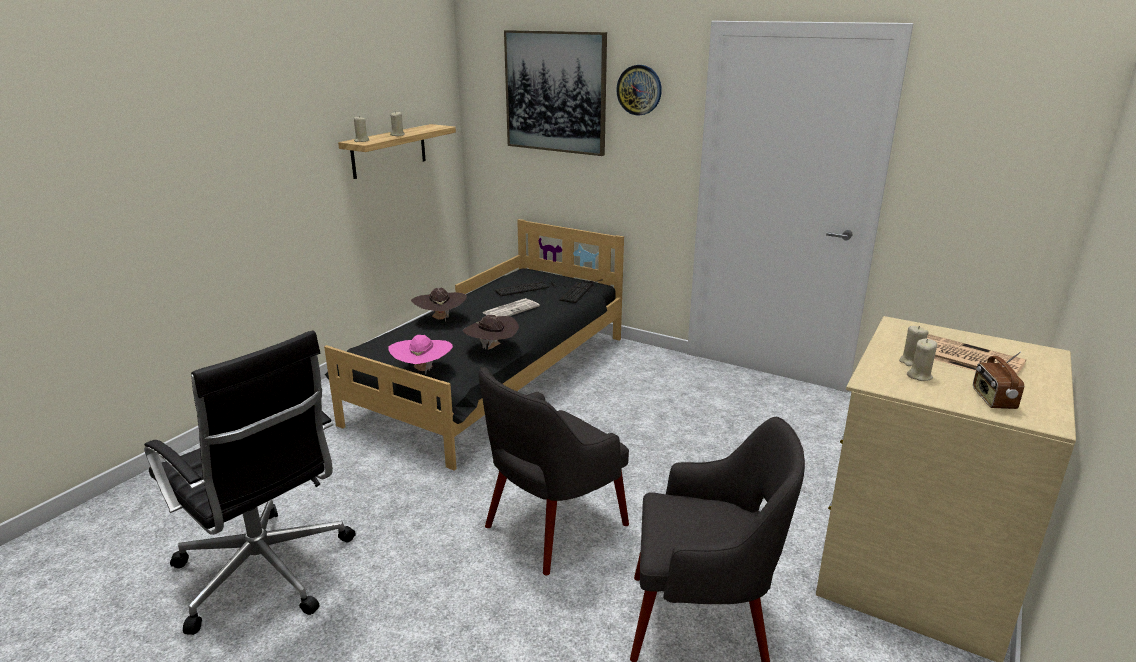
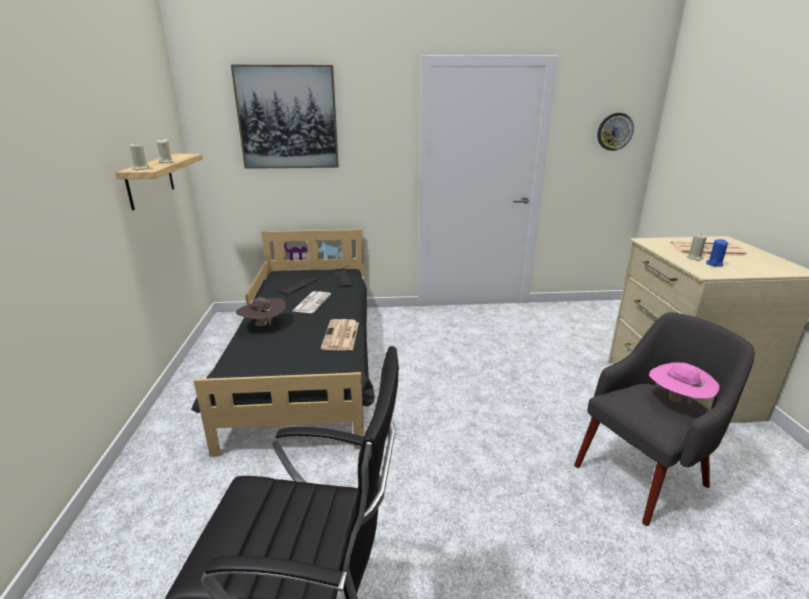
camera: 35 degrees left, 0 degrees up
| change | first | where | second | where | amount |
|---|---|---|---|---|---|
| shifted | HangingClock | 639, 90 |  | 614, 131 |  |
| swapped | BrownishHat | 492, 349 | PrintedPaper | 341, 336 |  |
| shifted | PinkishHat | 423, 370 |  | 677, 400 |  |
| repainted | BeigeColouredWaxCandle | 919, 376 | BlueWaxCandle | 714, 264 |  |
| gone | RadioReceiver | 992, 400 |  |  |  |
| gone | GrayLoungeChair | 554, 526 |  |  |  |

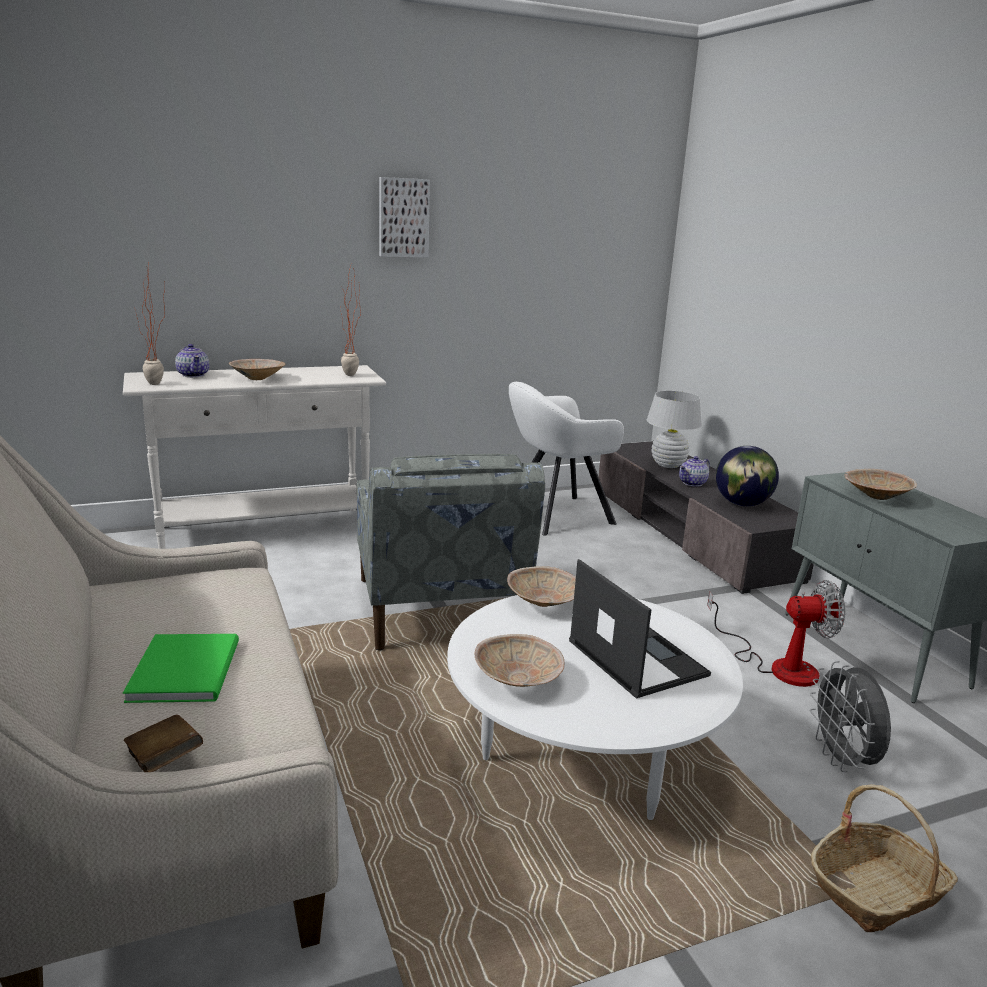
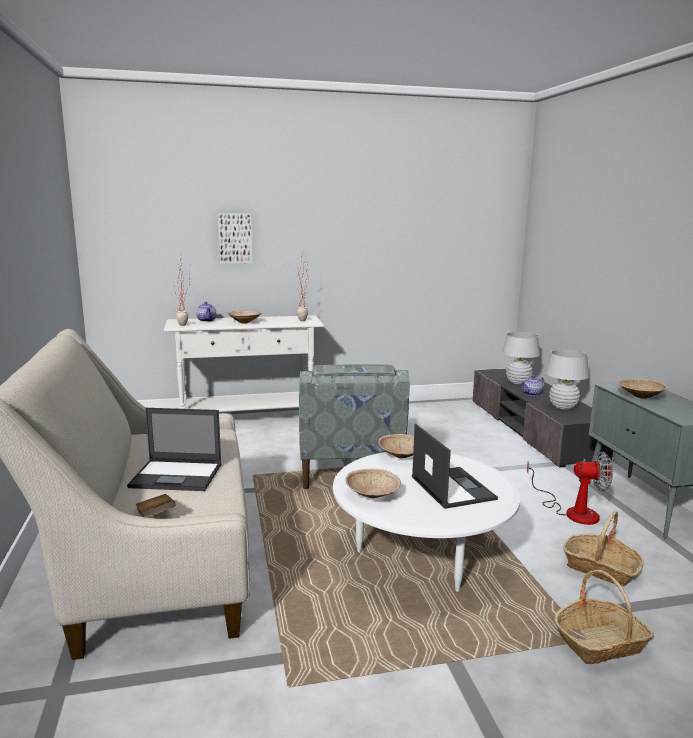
camera: 10 degrees right, 5 degrees down
| change | first | where | second | where | amount |
|---|---|---|---|---|---|
| shifted | Picture | 403, 217 |  | 235, 238 |  |
| gone | WhitishLoungeChair | 554, 515 |  |  |  |
| swapped | WorldGlobe | 742, 504 | WhitishLampForATable | 563, 407 |  |
| swapped | GreenishBook | 189, 669 | NotebookComputer | 178, 475 |  |
| swapped | GrayElectricFan | 842, 760 | HouseholdBasket | 600, 568 |  |

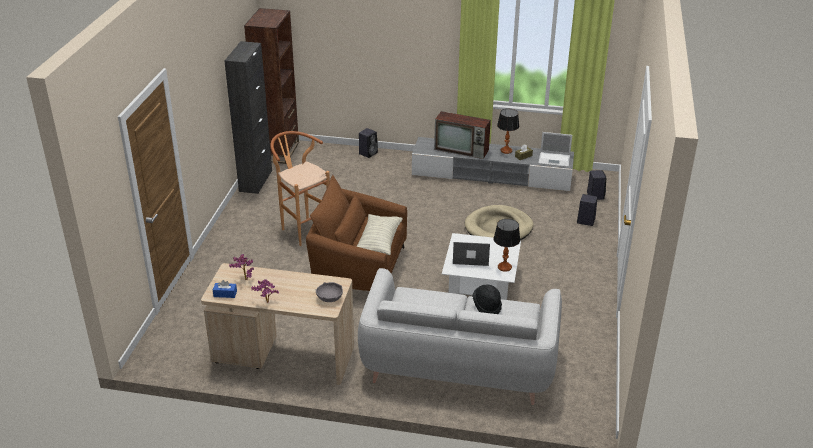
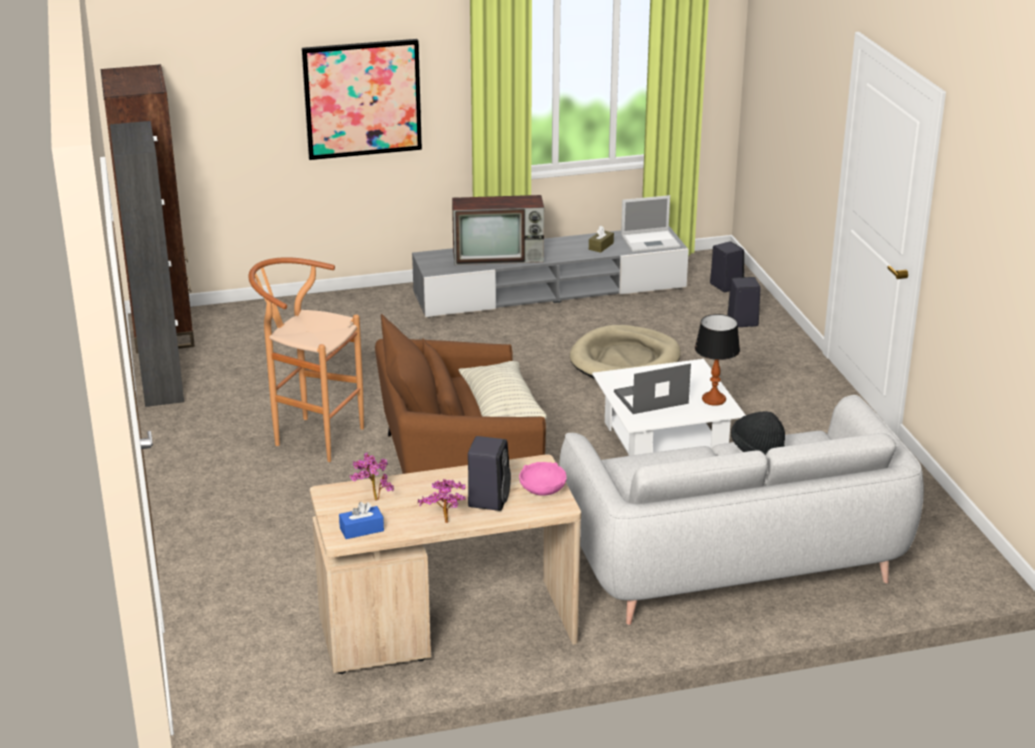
camera: 25 degrees left, 5 degrees down
| change | first | where | second | where | amount |
|---|---|---|---|---|---|
| gone | LampForATable | 506, 150 |  |  |  |
| shifted | BlackishAudioSpeaker | 368, 153 |  | 488, 498 |  |
| repainted | GrayDeepDish | 330, 298 | PinkishDeepDish | 543, 489 |  |
| new |  |  | Picture | 362, 98 |  |

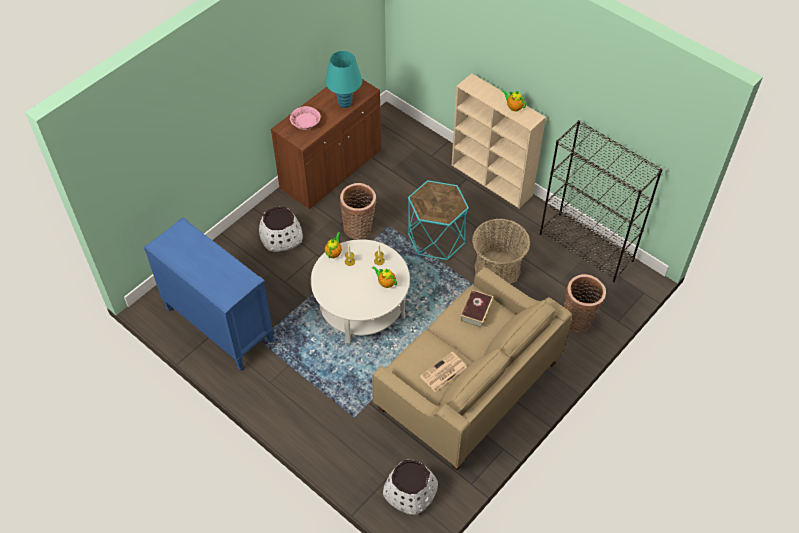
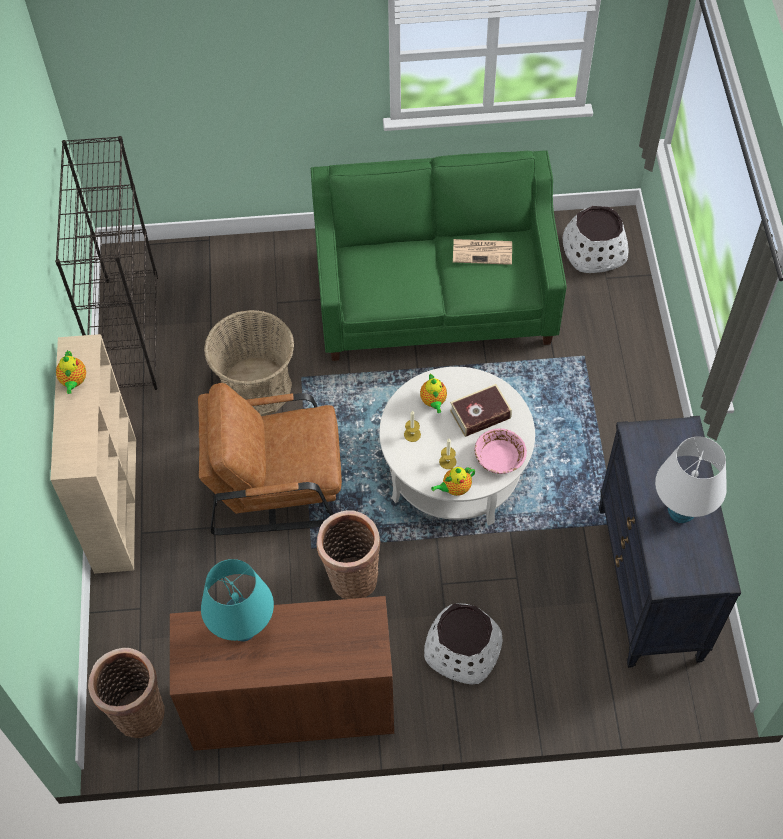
camera: 135 degrees left, 5 degrees up
| change | first | where | second | where | amount |
|---|---|---|---|---|---|
| shifted | PinkishDeepDish | 305, 122 |  | 499, 457 |  |
| swapped | TurquoiseSideTable | 436, 238 | BrownishLoungeChair | 276, 482 |  |
| repainted | BlueDrawerChest | 219, 325 | BlackishDrawerChest | 649, 583 |  |
| repainted | BeigeColouredSofa | 467, 386 | GreenishSofa | 434, 297 |  |
| shifted | HouseholdBasket | 578, 320 |  | 137, 711 |  |
| shifted | Book | 476, 311 |  | 480, 414 |  |
| new |  |  | WhitishLampForATable | 680, 513 |  |

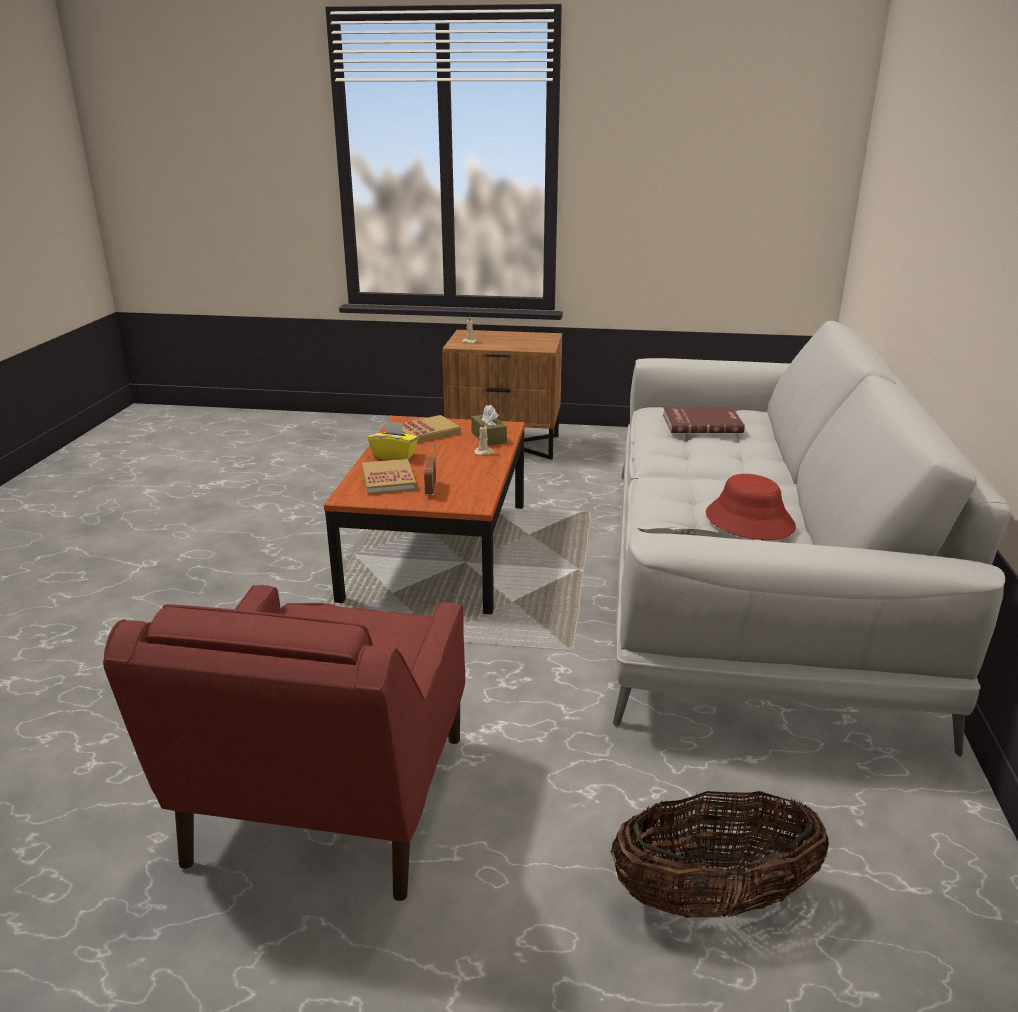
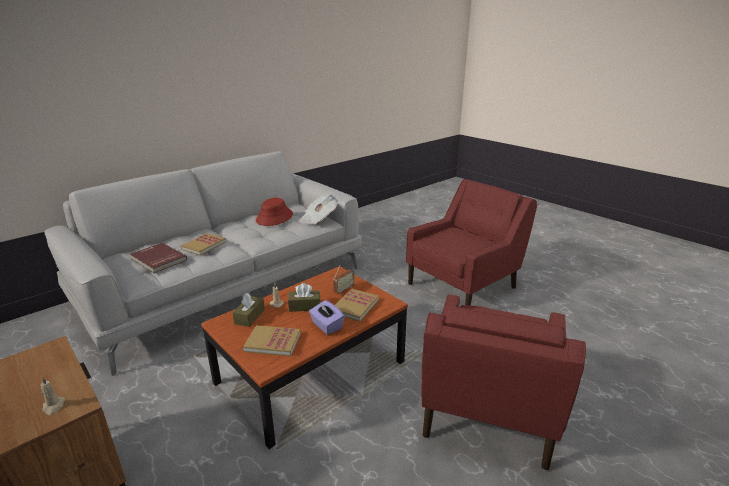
camera: 140 degrees left, 0 degrees up
| change | first | where | second | where | amount |
|---|---|---|---|---|---|
| repainted | YellowBoxOfTissues | 394, 456 | PurplishBoxOfTissues | 326, 326 |  |
| gone | HouseholdBasket | 713, 899 |  |  |  |
| new |  |  | Book | 203, 245 |  |
| new |  |  | BrownishBoxOfTissues | 304, 306 |  |
| new |  |  | RedColouredLoungeChair | 487, 411 |  |

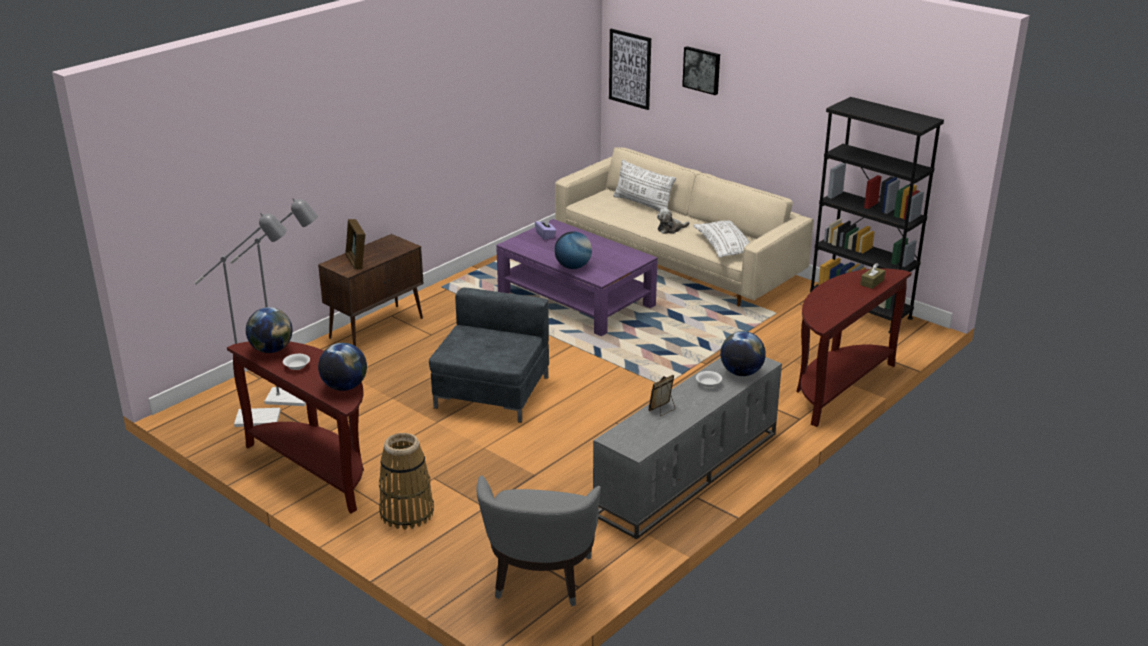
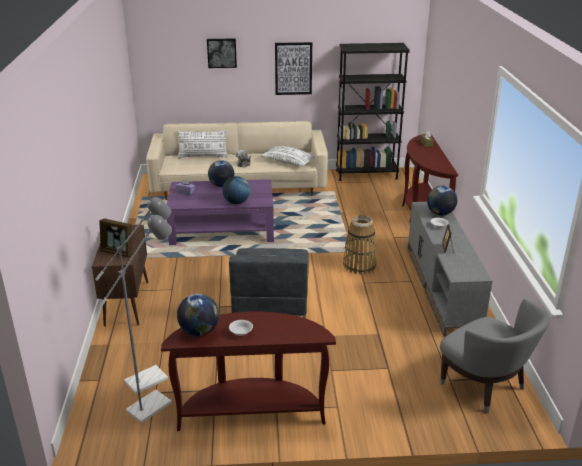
camera: 45 degrees left, 0 degrees up
| change | first | where | second | where | amount |
|---|---|---|---|---|---|
| shifted | Picture | 630, 69 |  | 293, 68 |  |
| rotated | GrayLoungeChair | 491, 393 |  | 271, 303 | 150 degrees counterclockwise |
| shifted | WorldGlobe | 344, 387 |  | 221, 185 |  |
| shifted | HouseholdBasket | 406, 513 |  | 359, 266 |  |

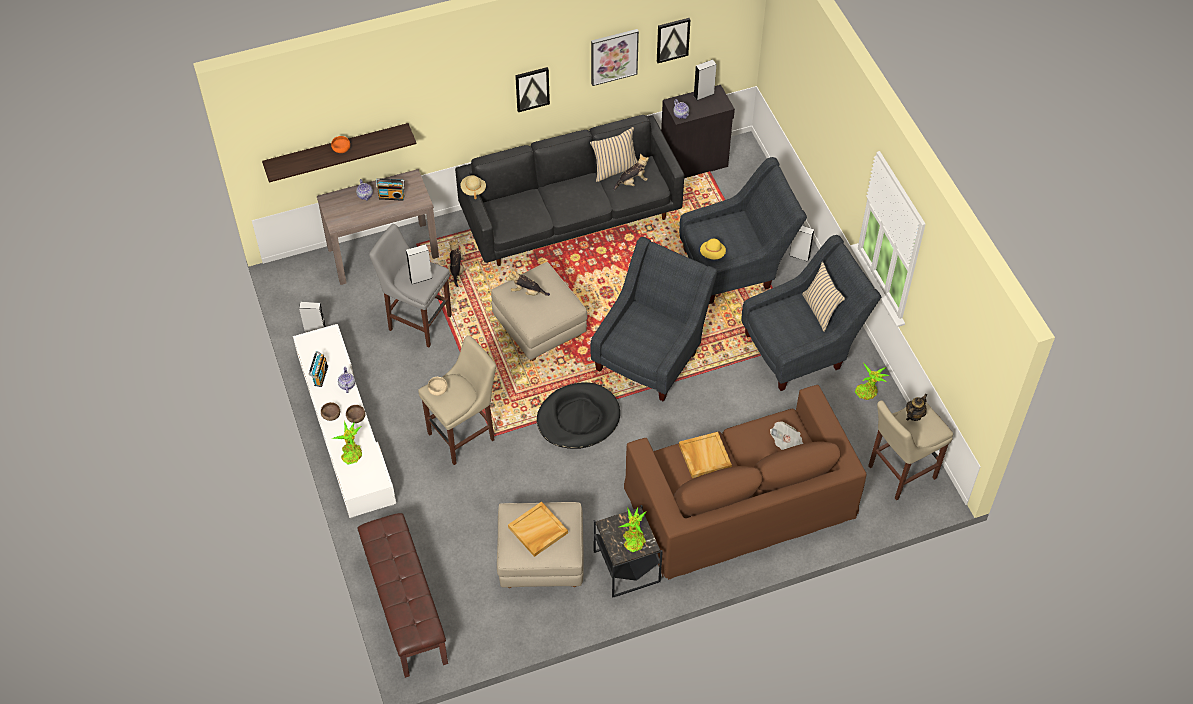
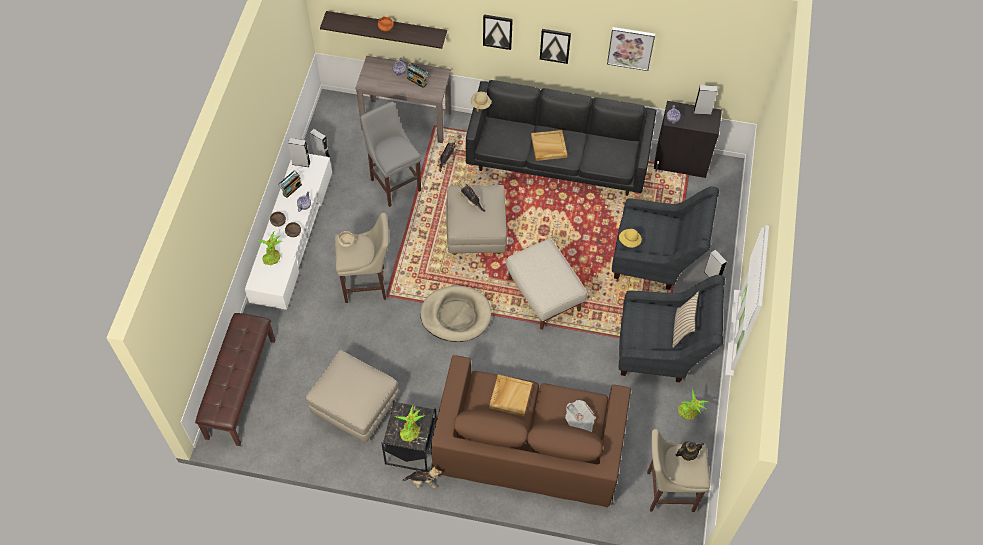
camera: 30 degrees right, 5 degrees up
| change | first | where | second | where | amount |
|---|---|---|---|---|---|
| shifted | Picture | 672, 39 |  | 497, 31 |  |
| gone | BeigeColouredCushion | 614, 169 |  |  |  |
| shifted | PlushToy | 632, 182 |  | 423, 481 |  |
| swapped | GrayLoungeChair | 651, 354 | BeigeColouredOttoman | 544, 294 |  |
| shifted | GrayAudioSpeaker | 420, 278 |  | 301, 163 |  |
| repainted | BlackishDogCushion | 578, 418 | BeigeColouredDogCushion | 456, 315 |  |
| shifted | BeigeColouredCarryingTray | 538, 530 |  | 548, 146 |  |

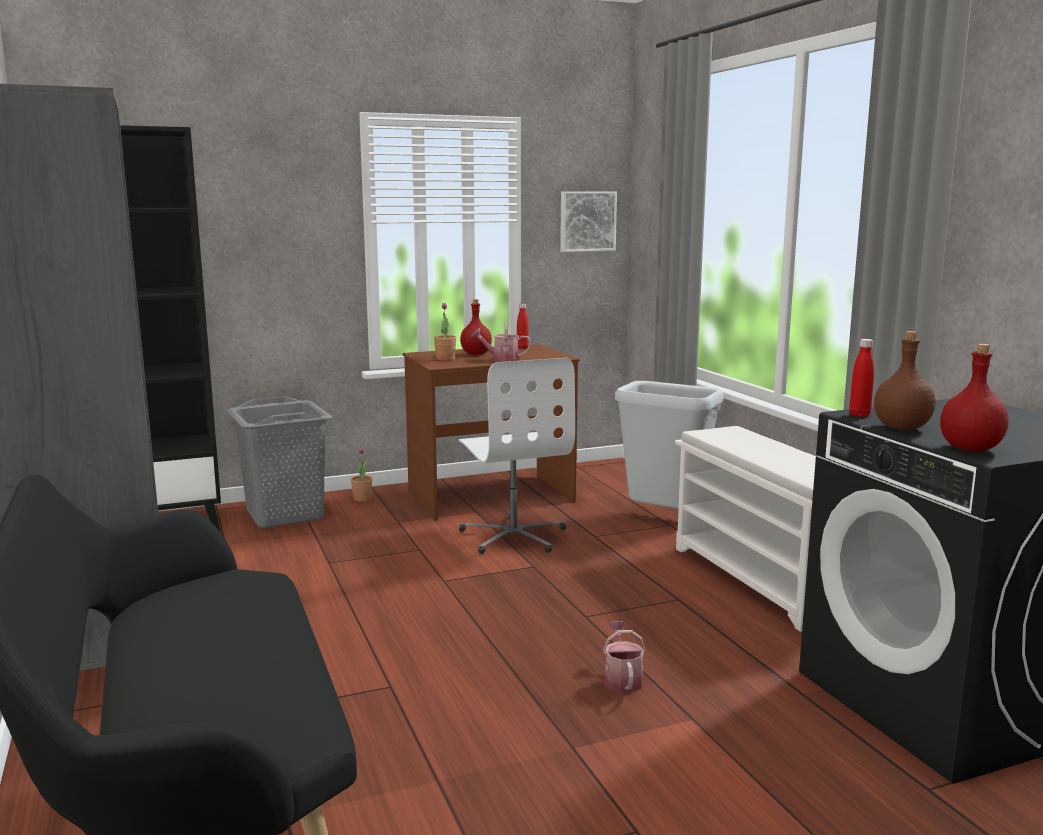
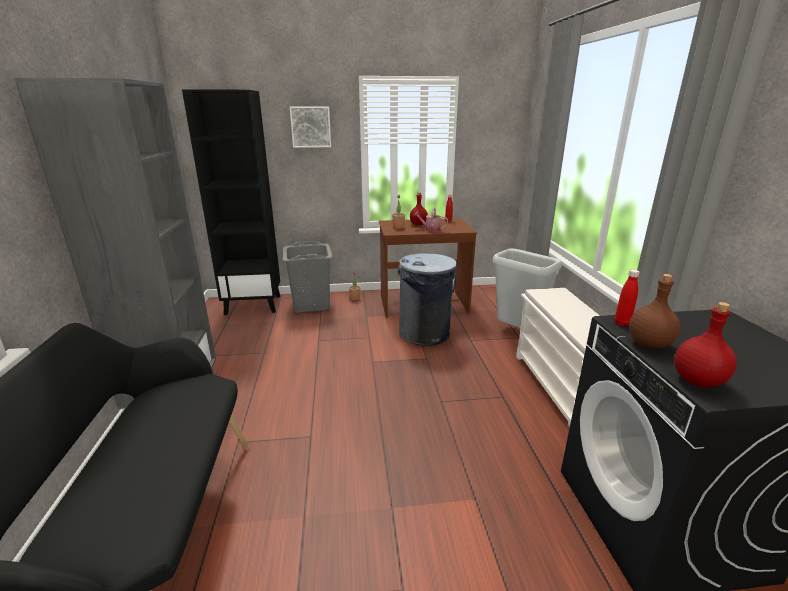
camera: 15 degrees right, 10 degrees up
| change | first | where | second | where | amount |
|---|---|---|---|---|---|
| shifted | Picture | 587, 221 |  | 311, 127 |  |
| swapped | WhitishDeskChair | 514, 536 | GrayTrashCan | 424, 334 |  |
| gone | SprinklingCan | 622, 679 |  |  |  |

